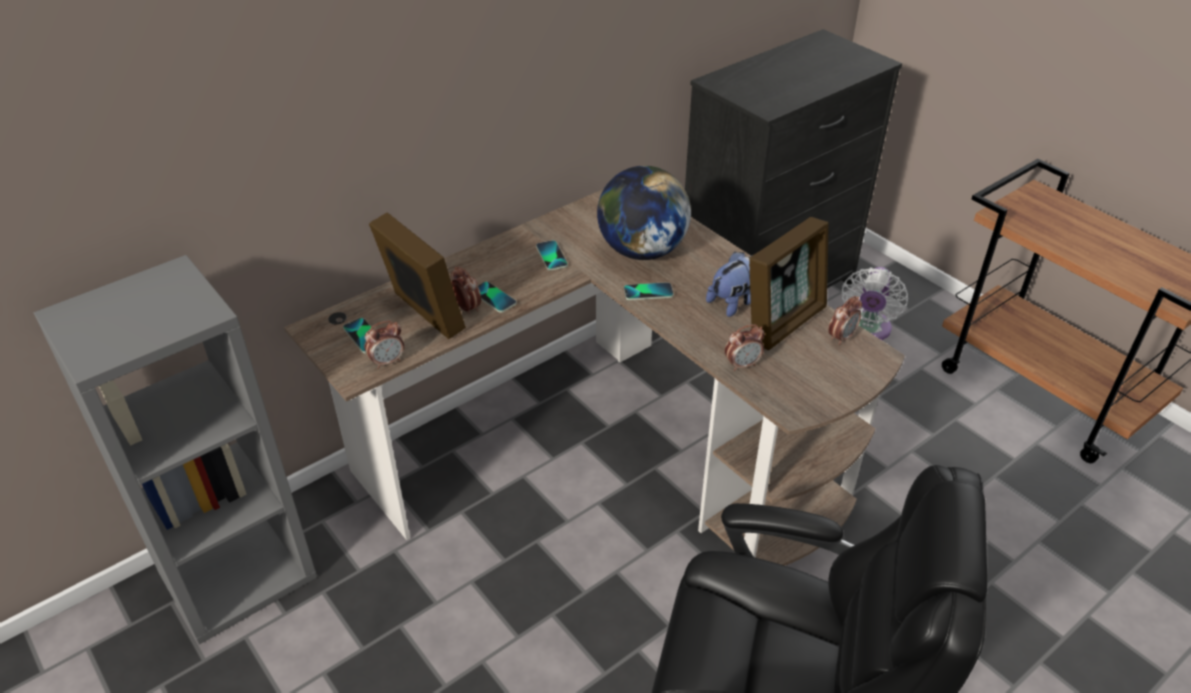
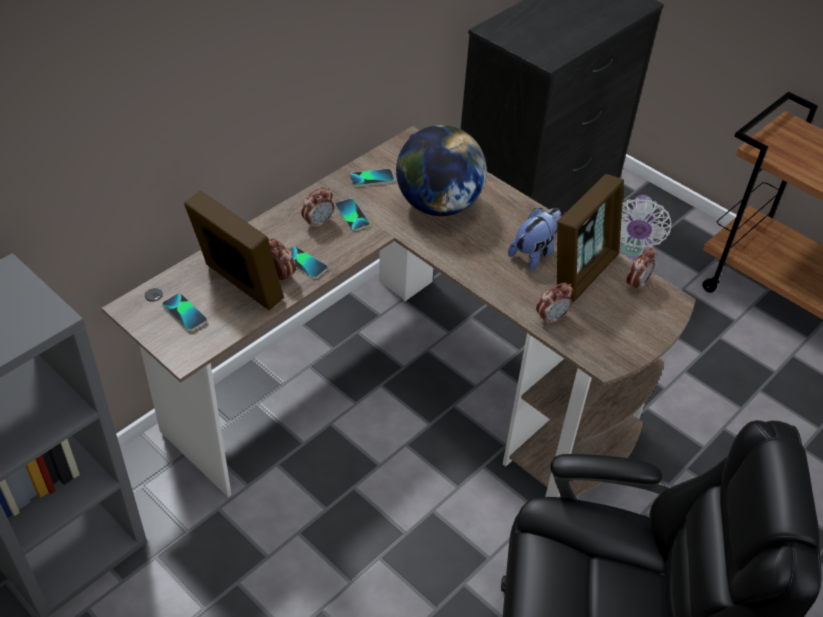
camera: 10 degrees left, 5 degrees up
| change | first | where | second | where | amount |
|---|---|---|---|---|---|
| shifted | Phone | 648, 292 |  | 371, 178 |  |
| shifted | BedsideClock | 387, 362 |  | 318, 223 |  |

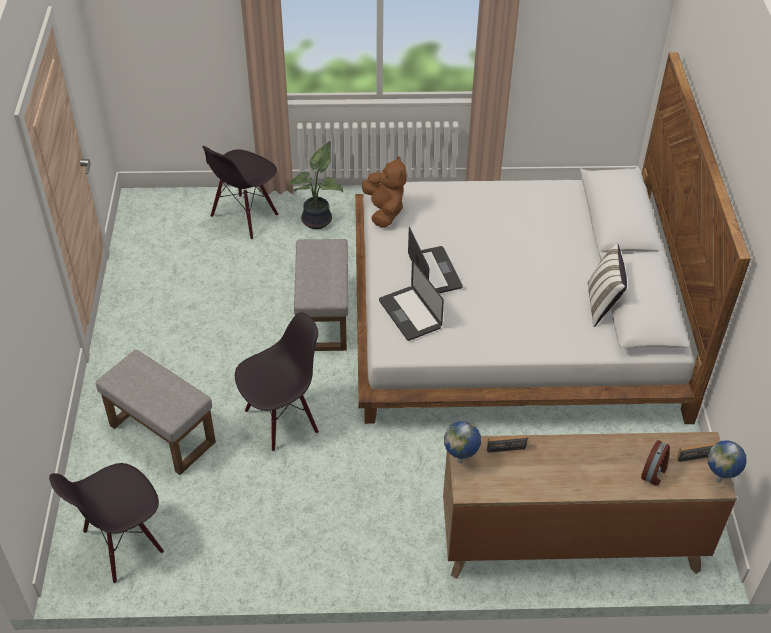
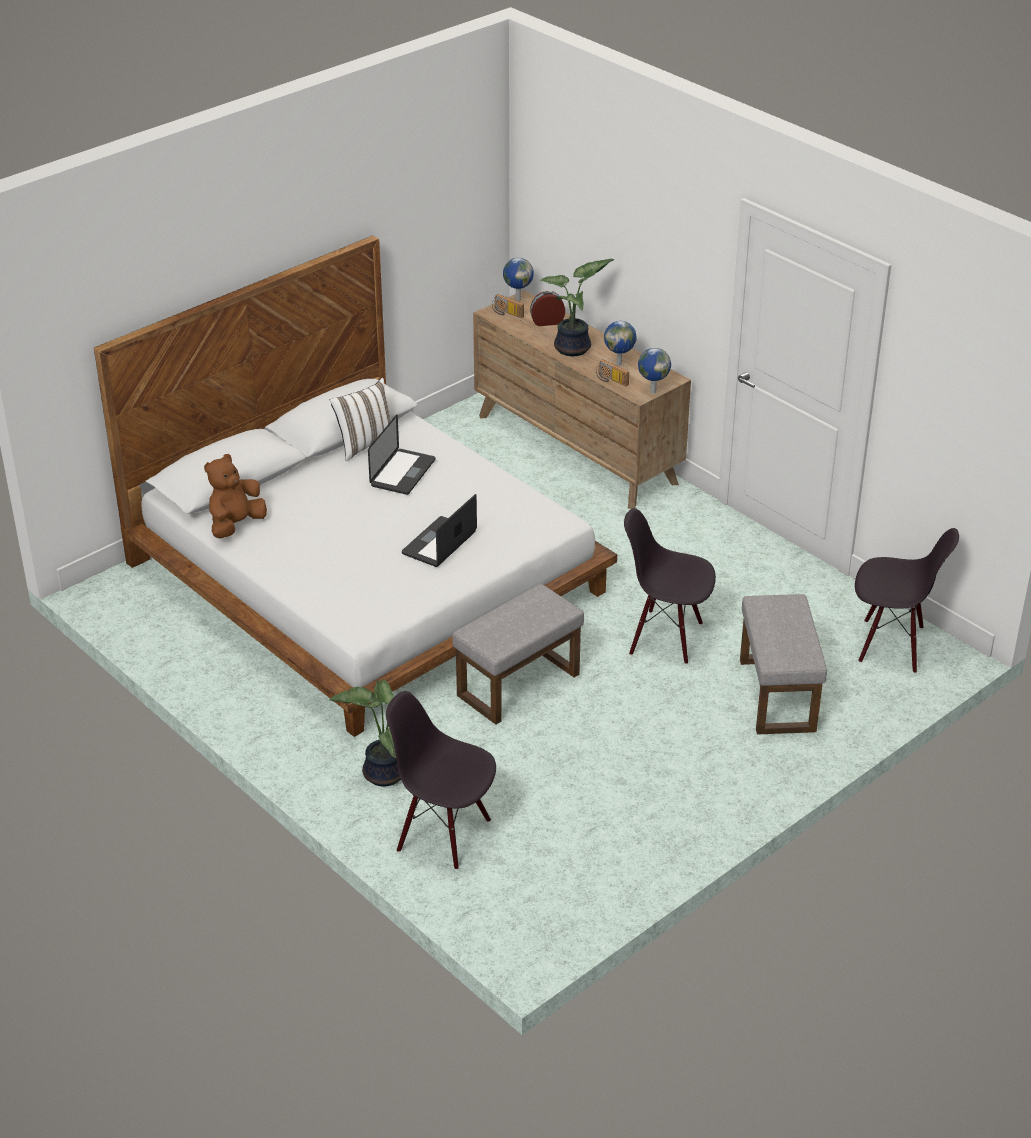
camera: 130 degrees left, 10 degrees down
| change | first | where | second | where | amount |
|---|---|---|---|---|---|
| rotated | BlackishChair | 244, 216 |  | 444, 834 | 150 degrees counterclockwise |
| shifted | BrownishPlushToy | 384, 211 |  | 236, 525 |  |
| shifted | NotebookComputer | 410, 314 |  | 402, 473 |  |
| new |  |  | PlantInAPot | 574, 349 |  |
| new |  |  | WorldGlobe | 619, 364 |  |

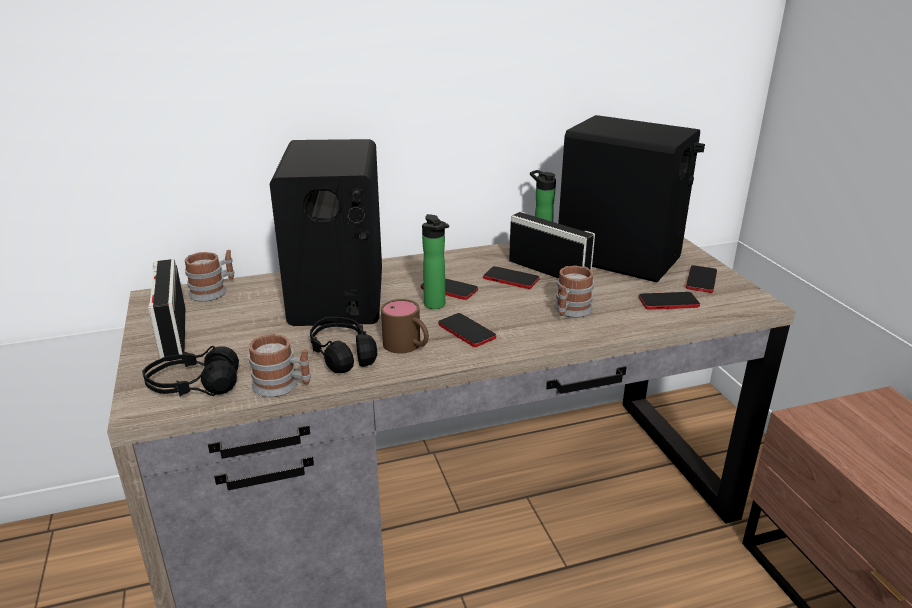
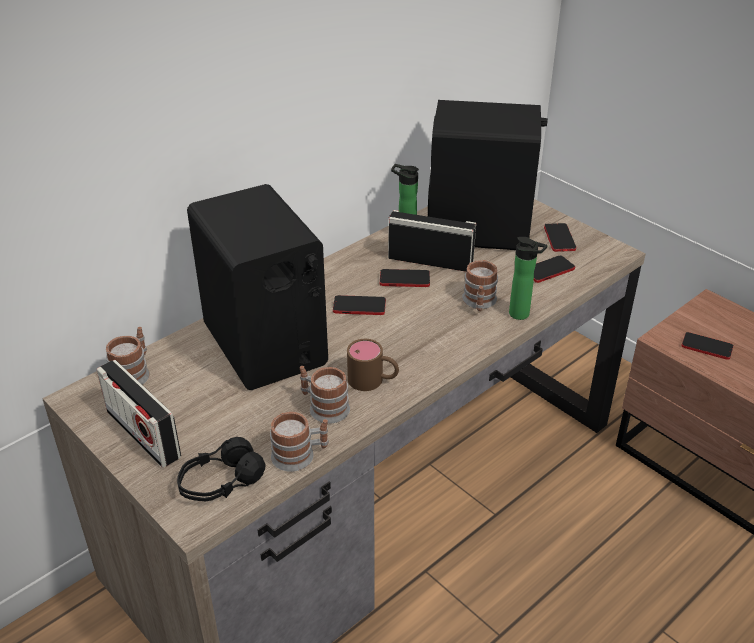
camera: 25 degrees left, 10 degrees up
| change | first | where | second | where | amount |
|---|---|---|---|---|---|
| shifted | BeverageBottle | 436, 306 |  | 522, 315 |  |
| shifted | Phone | 466, 331 |  | 707, 347 |  |
| swapped | BlackishHeadset | 342, 355 | TeaMug | 323, 407 |  |

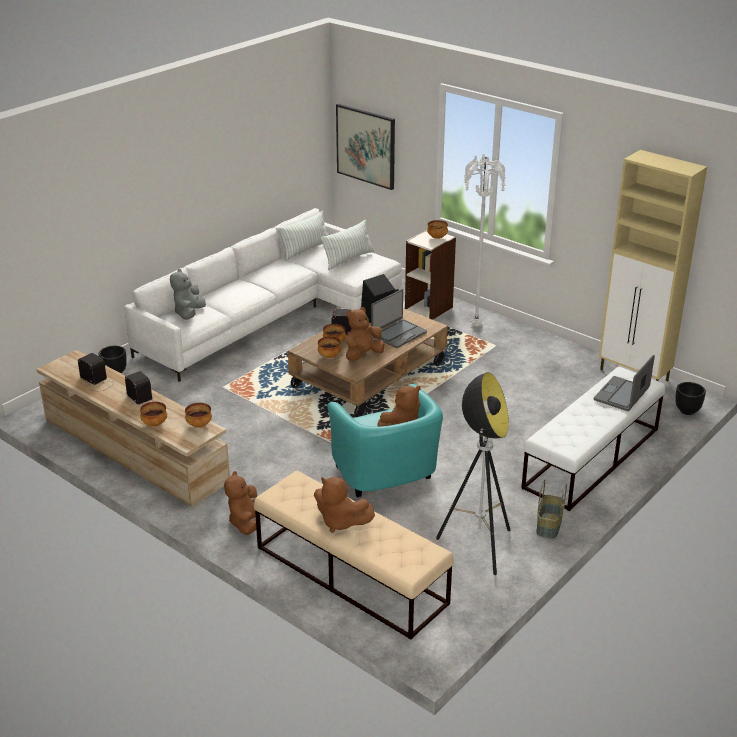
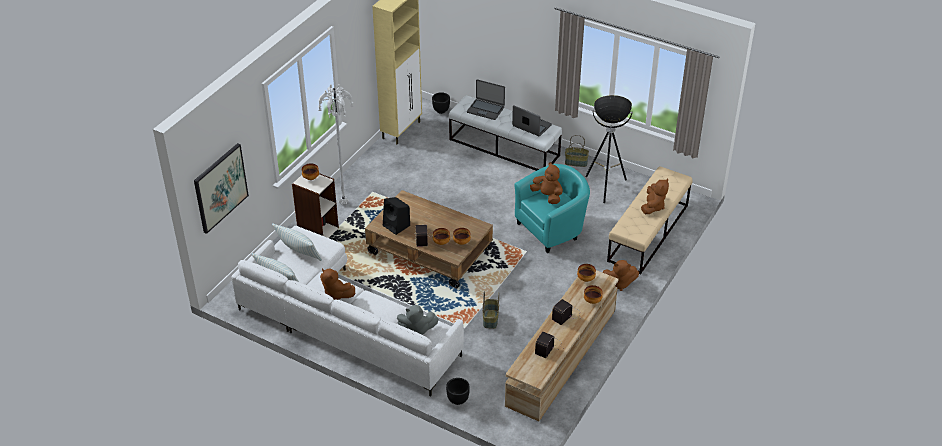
camera: 100 degrees left, 10 degrees up
| change | first | where | second | where | amount |
|---|---|---|---|---|---|
| shifted | NotebookComputer | 398, 334 |  | 531, 126 |  |
| shifted | BrownishPlushToy | 363, 355 |  | 336, 294 |  |
| new |  |  | HouseholdBasket | 491, 319 |  |

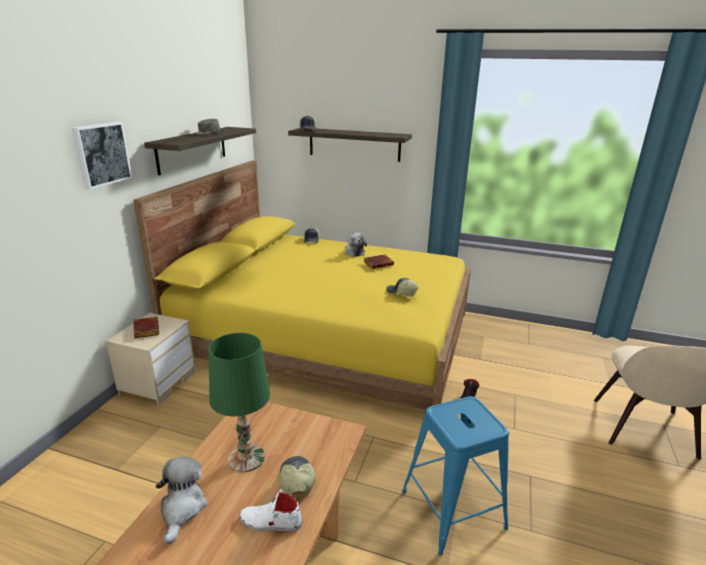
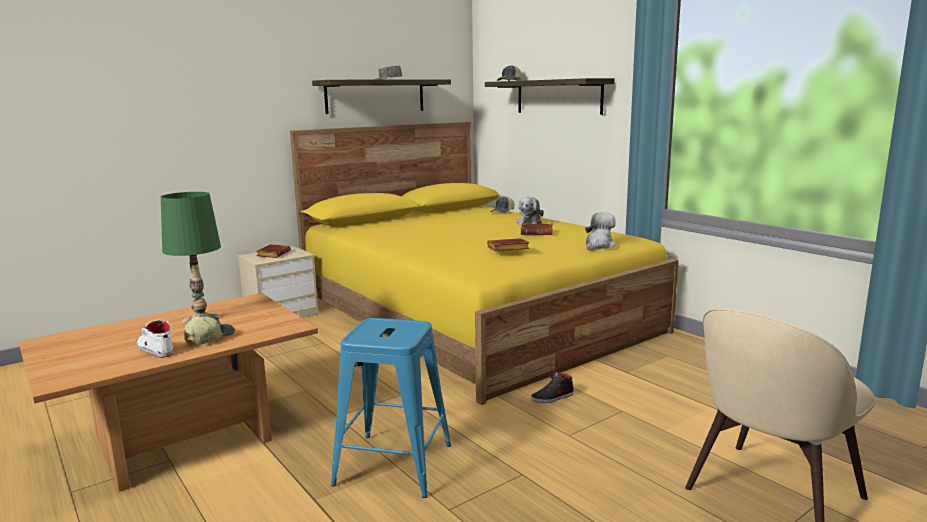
camera: 35 degrees right, 10 degrees down
| change | first | where | second | where | amount |
|---|---|---|---|---|---|
| gone | Picture | 101, 154 |  |  |  |
| swapped | BaseballCap | 401, 293 | BrownishBook | 507, 249 |  |
| shifted | PlushToy | 182, 508 |  | 598, 246 |  |

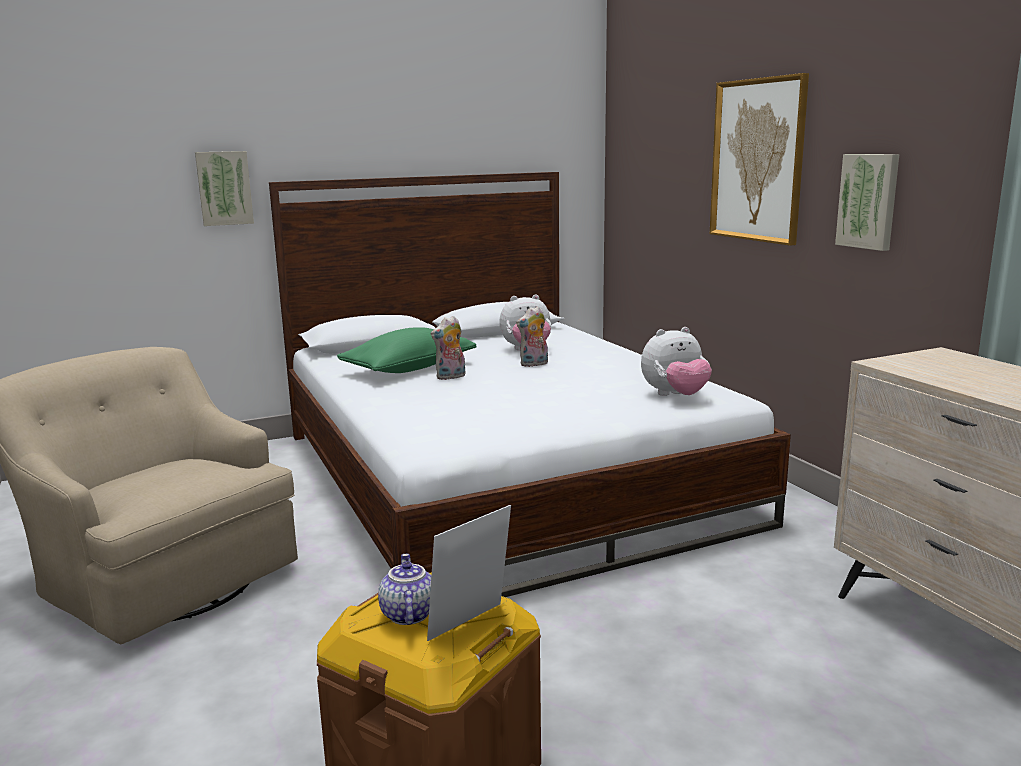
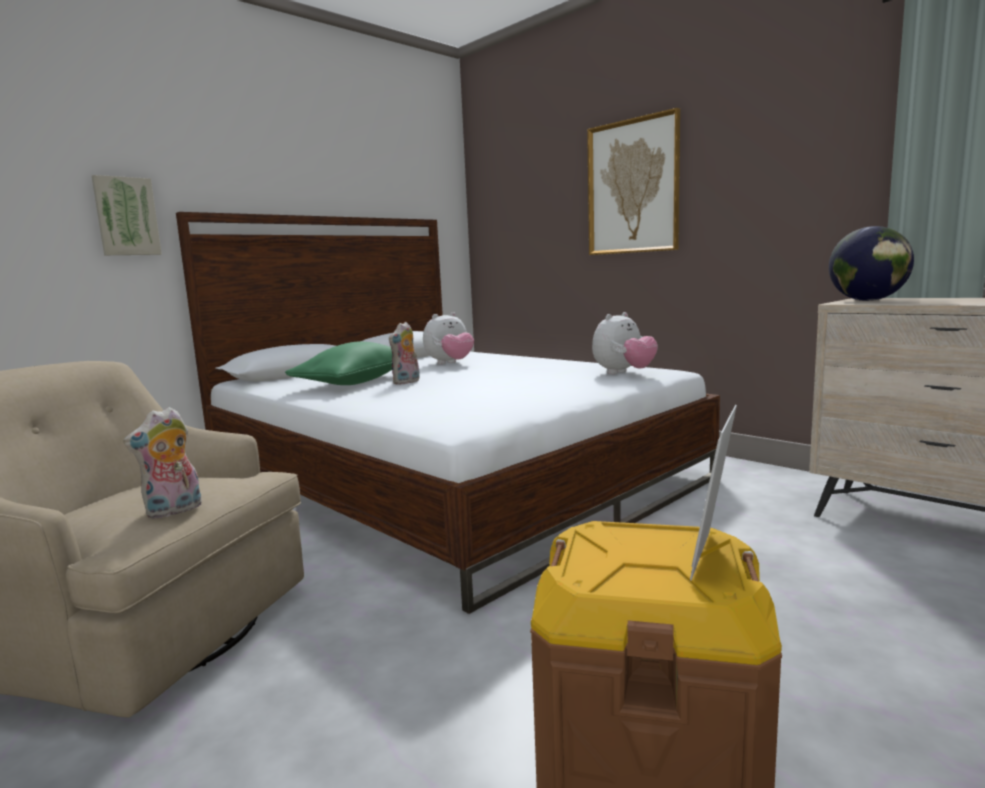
camera: 20 degrees left, 5 degrees down
| change | first | where | second | where | amount |
|---|---|---|---|---|---|
| gone | Picture | 869, 201 |  |  |  |
| shifted | PlushToy | 534, 364 |  | 174, 511 |  |
| gone | TeaPot | 407, 614 |  |  |  |
| new |  |  | WorldGlobe | 867, 300 |  |

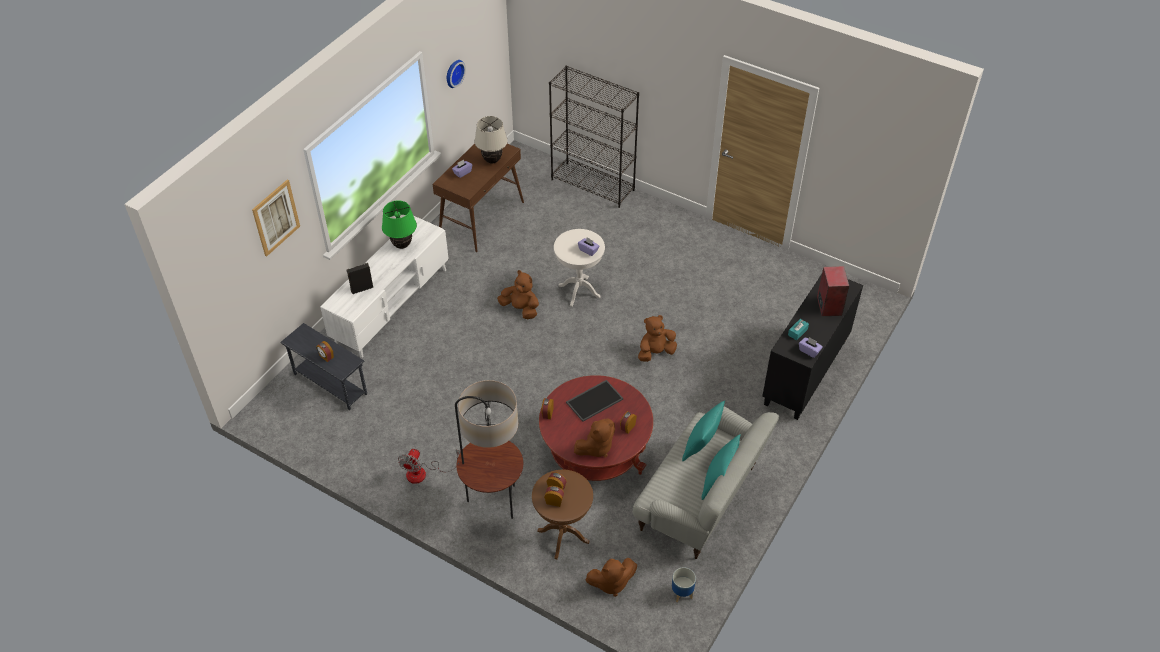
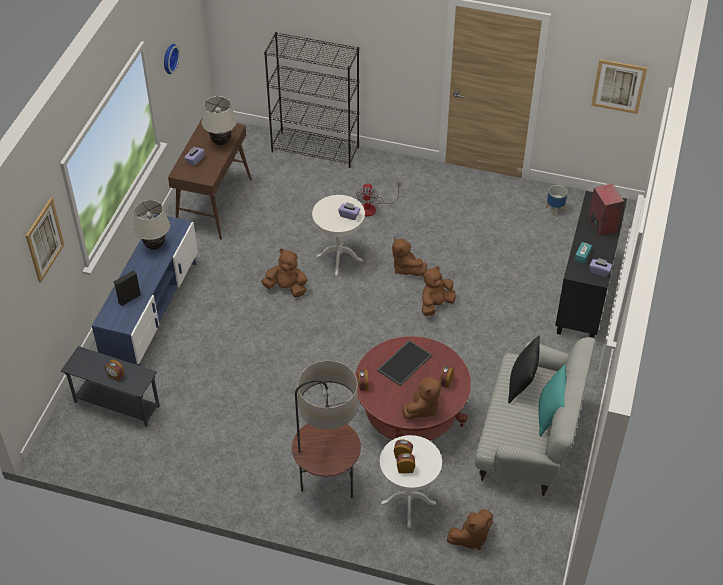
camera: 15 degrees left, 0 degrees up
| change | first | where | second | where | amount |
|---|---|---|---|---|---|
| repainted | GreenishLampForATable | 402, 245 | BeigeColouredLampForATable | 155, 246 |  |
| repainted | WhitishTvStand | 391, 306 | BlueTvStand | 152, 311 |  |
| repainted | TurquoiseCushion | 701, 446 | BlackishCushion | 521, 385 |  |
| shifted | ElectricFan | 423, 473 |  | 373, 207 |  |
| repainted | BrownishSideTable | 563, 536 | WhitishSideTable | 408, 503 |  |
| shifted | PlantPot | 682, 593 |  | 555, 209 |  |
| new |  |  | Picture | 618, 86 |  |
| new |  |  | BrownishPlushToy | 406, 268 |  |

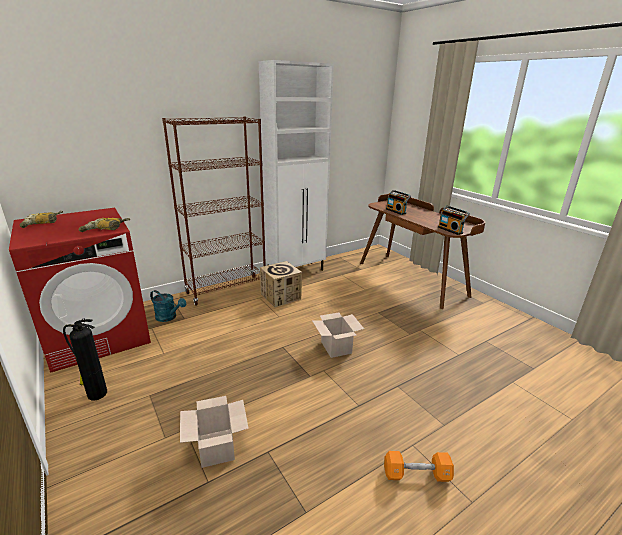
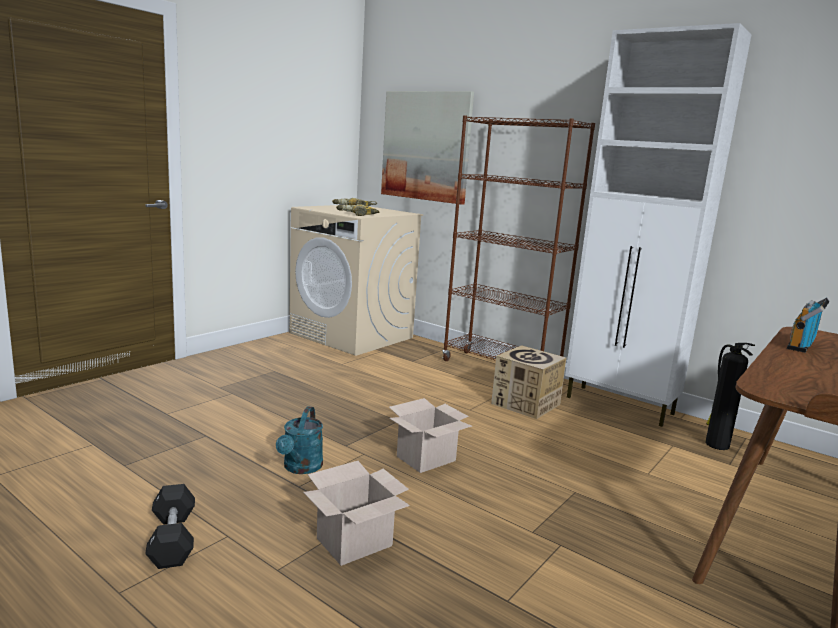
camera: 70 degrees right, 10 degrees down
| change | first | where | second | where | amount |
|---|---|---|---|---|---|
| gone | RadioReceiver | 451, 230 |  |  |  |
| repainted | RedColouredLaundryMachine | 99, 335 | BeigeColouredLaundryMachine | 352, 335 |  |
| shifted | TurquoiseSprinklingCan | 169, 317 |  | 300, 468 |  |
| shifted | Extinguisher | 96, 394 |  | 716, 444 |  |
| shifted | PackingBox | 217, 448 |  | 353, 543 |  |
| repainted | OrangeColouredDumbbell | 416, 474 | BlackishDumbbell | 172, 539 |  |
| new |  |  | Picture | 426, 146 |  |

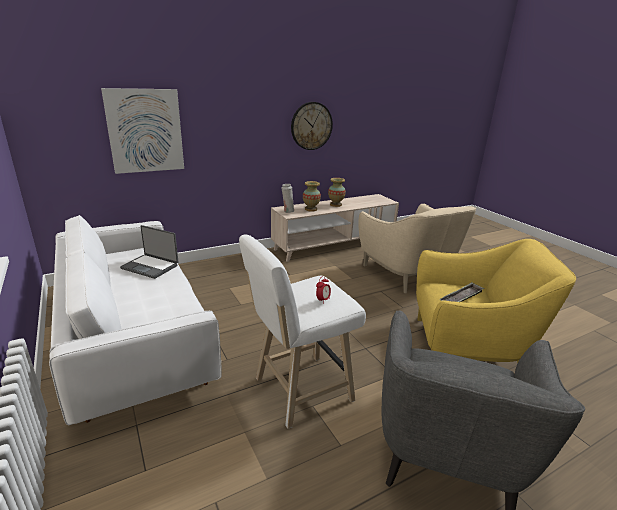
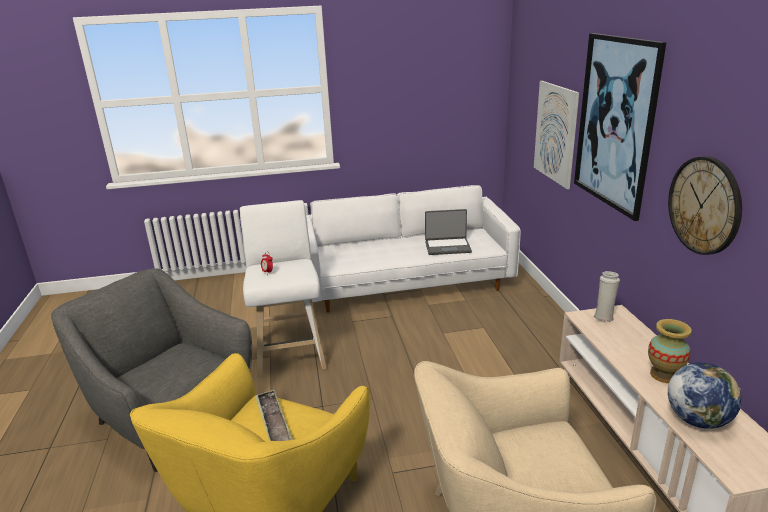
camera: 110 degrees right, 0 degrees up
| change | first | where | second | where | amount |
|---|---|---|---|---|---|
| gone | Vase | 311, 209 |  |  |  |
| rotated | NotebookComputer | 151, 266 |  | 447, 247 | 135 degrees counterclockwise |
| new |  |  | Picture | 615, 123 |  |
| new |  |  | WorldGlobe | 697, 420 |  |

